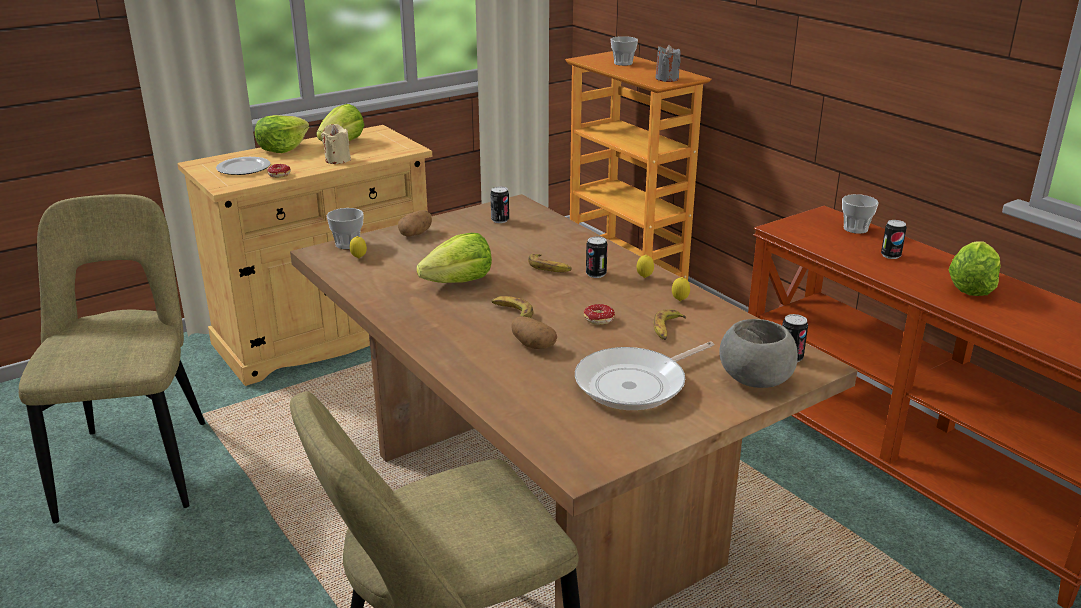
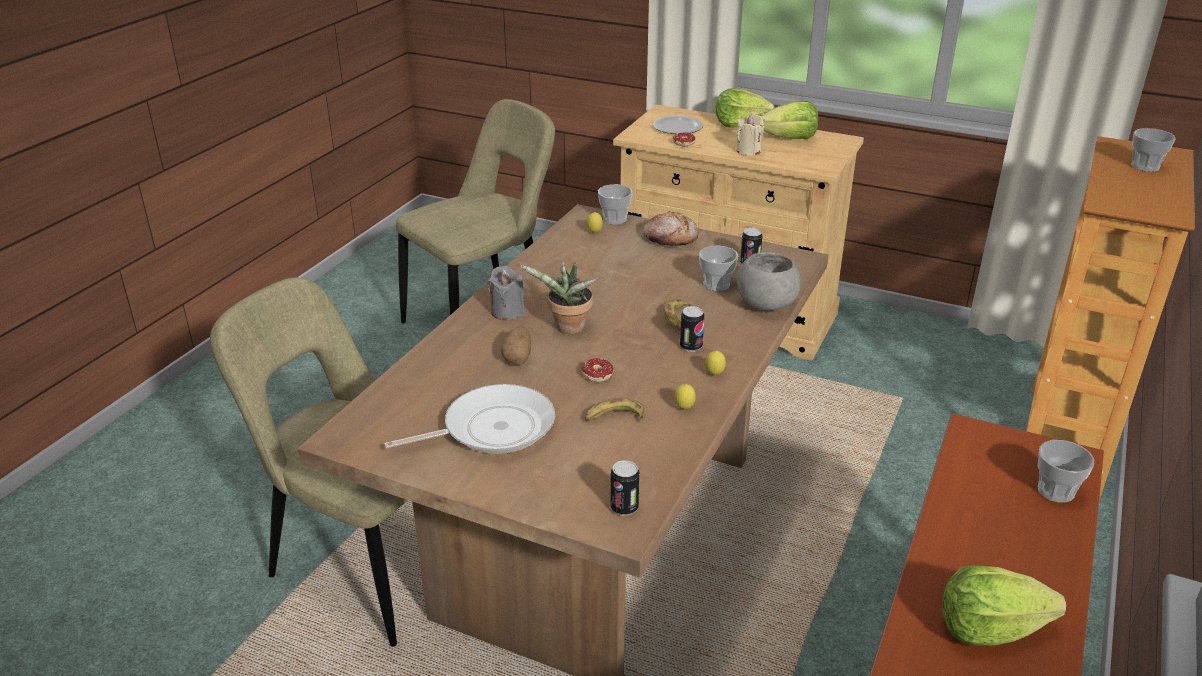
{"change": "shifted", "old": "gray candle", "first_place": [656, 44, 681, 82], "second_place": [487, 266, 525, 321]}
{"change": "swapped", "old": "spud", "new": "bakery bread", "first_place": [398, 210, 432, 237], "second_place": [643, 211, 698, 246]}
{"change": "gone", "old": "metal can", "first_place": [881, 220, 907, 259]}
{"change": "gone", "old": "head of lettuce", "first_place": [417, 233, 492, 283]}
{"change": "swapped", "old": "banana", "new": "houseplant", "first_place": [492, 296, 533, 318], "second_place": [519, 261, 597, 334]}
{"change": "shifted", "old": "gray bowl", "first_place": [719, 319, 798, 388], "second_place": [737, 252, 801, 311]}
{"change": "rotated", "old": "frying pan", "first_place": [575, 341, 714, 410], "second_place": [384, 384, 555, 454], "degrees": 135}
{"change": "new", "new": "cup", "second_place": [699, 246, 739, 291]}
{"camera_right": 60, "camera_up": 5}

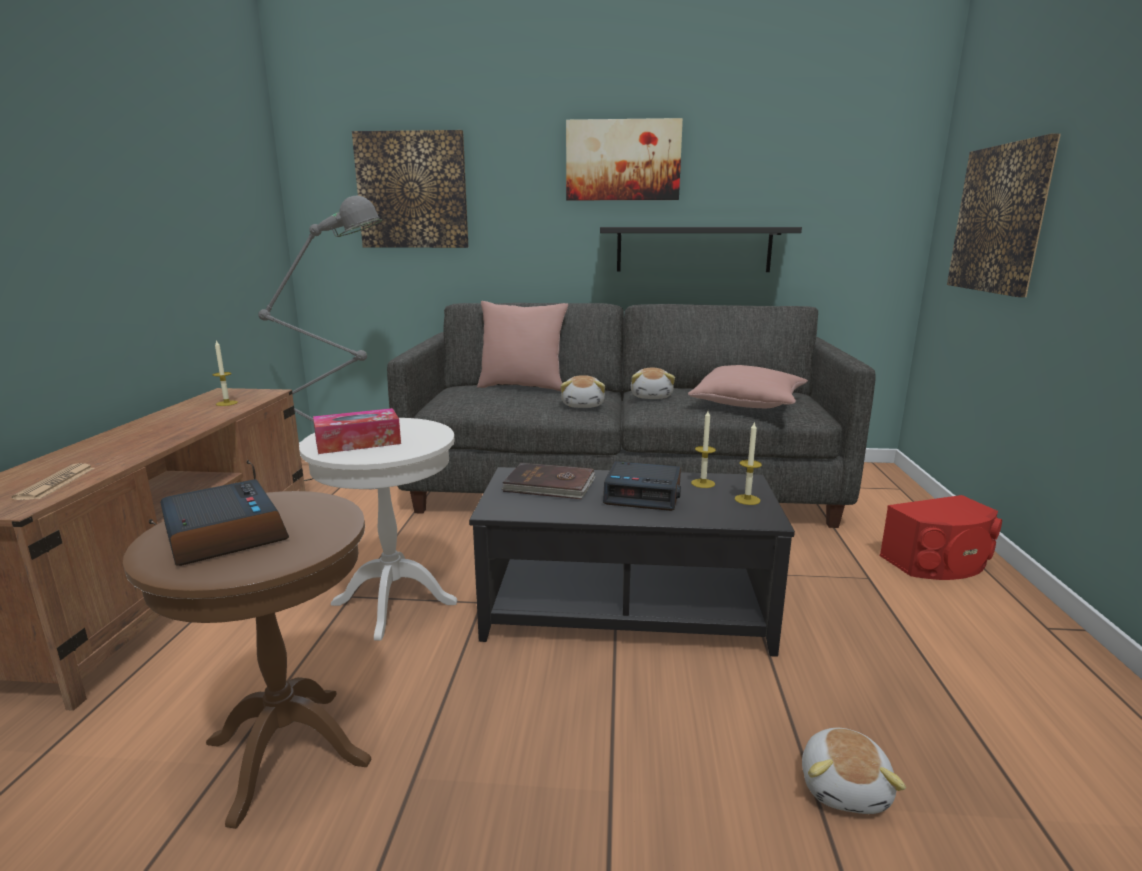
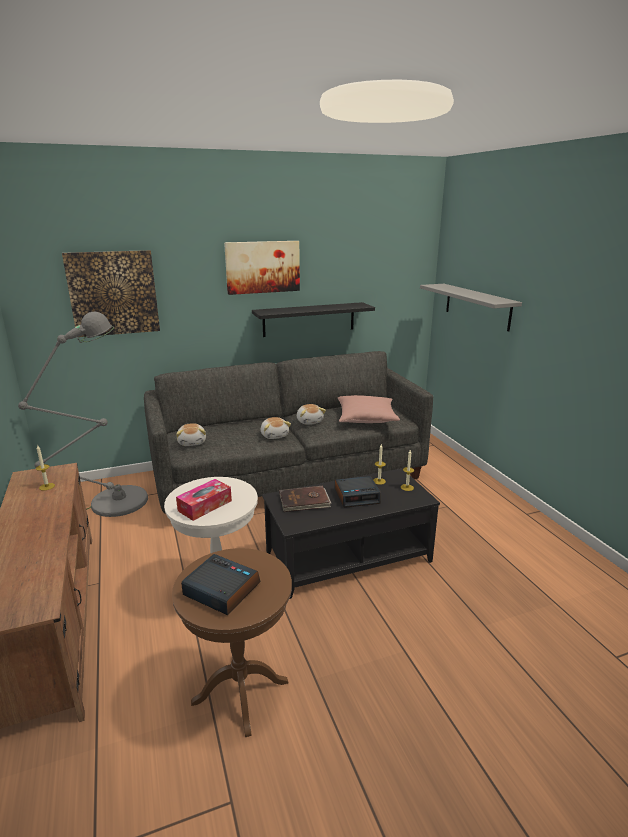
{"change": "swapped", "old": "wall art", "new": "gray wall shelf", "first_place": [947, 133, 1061, 297], "second_place": [420, 284, 522, 332]}
{"change": "gone", "old": "pink-coloured throw pillow", "first_place": [477, 301, 568, 391]}
{"change": "gone", "old": "newspaper", "first_place": [11, 463, 95, 500]}
{"change": "gone", "old": "red loudspeaker", "first_place": [880, 495, 1002, 580]}
{"change": "shifted", "old": "soft toy", "first_place": [802, 728, 906, 814], "second_place": [176, 423, 206, 446]}
{"camera_right": -25, "camera_up": 5}

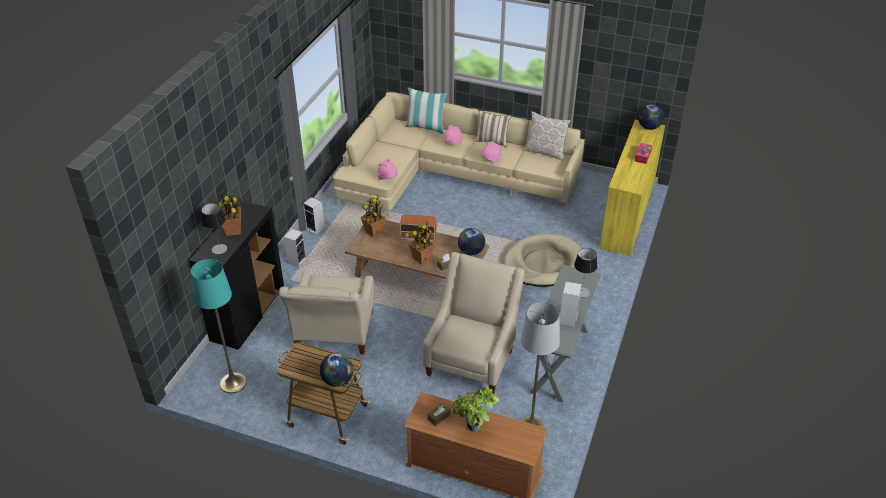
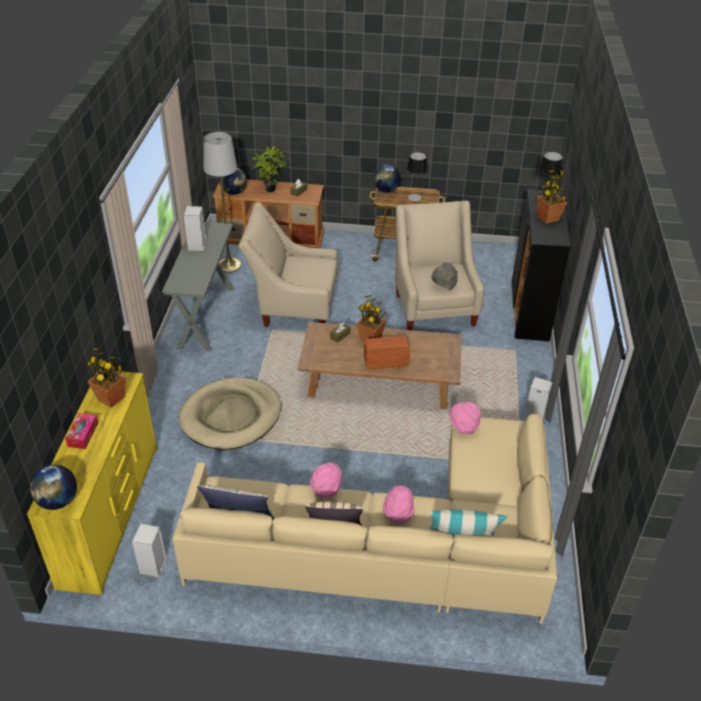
{"change": "shifted", "old": "houseplant", "first_place": [361, 195, 386, 238], "second_place": [87, 348, 126, 408]}
{"change": "shifted", "old": "globe", "first_place": [458, 228, 485, 255], "second_place": [220, 168, 247, 195]}
{"change": "shifted", "old": "loudspeaker", "first_place": [284, 229, 306, 267], "second_place": [132, 524, 167, 577]}
{"change": "shifted", "old": "table lamp", "first_place": [574, 248, 597, 298], "second_place": [407, 152, 428, 201]}
{"change": "rotated", "old": "sand-coloured armchair", "first_place": [423, 252, 525, 394], "second_place": [238, 202, 338, 327], "degrees": 90}
{"change": "gone", "old": "turquoise-coloured standard lamp", "first_place": [191, 259, 247, 394]}
{"change": "new", "new": "gray wearable hat", "second_place": [432, 263, 457, 290]}
{"camera_right": 165, "camera_up": 0}

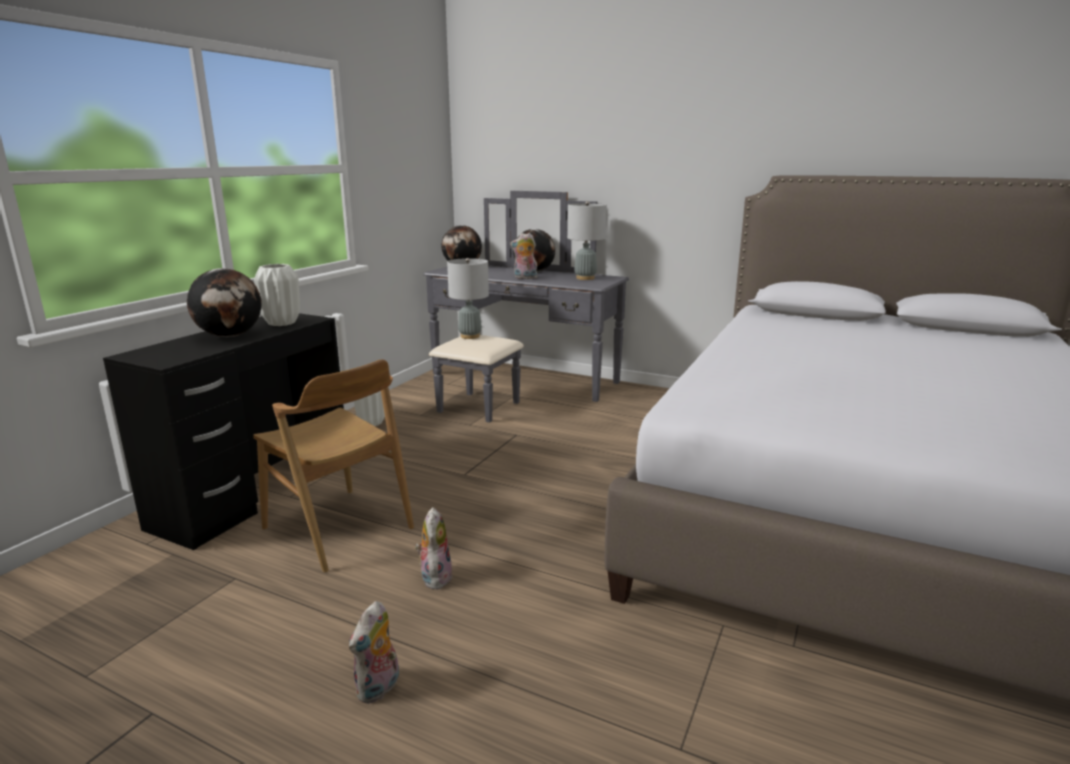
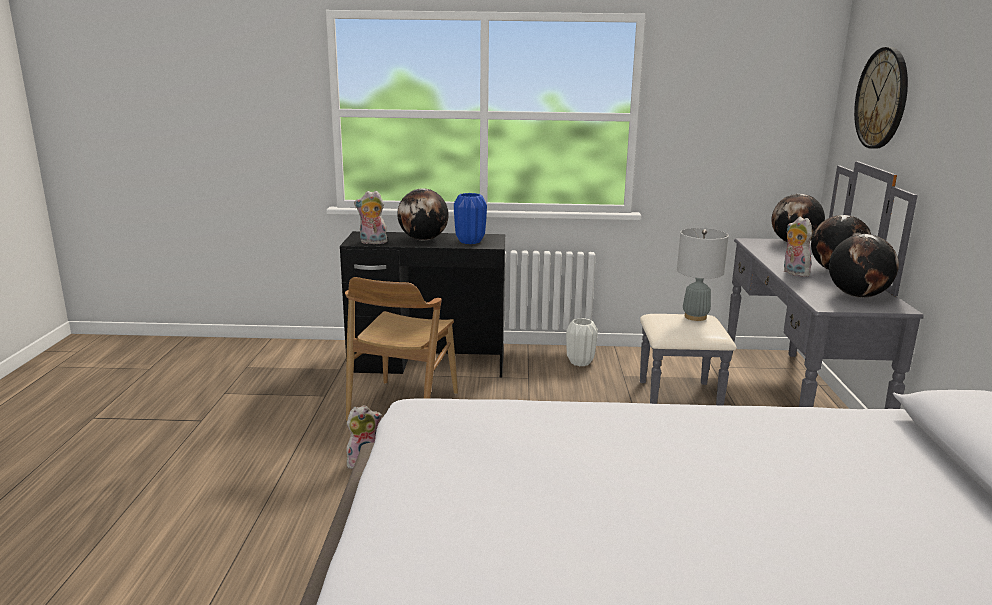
{"change": "swapped", "old": "gray table lamp", "new": "globe", "first_place": [567, 201, 607, 280], "second_place": [829, 234, 899, 298]}
{"change": "repainted", "old": "white-coloured vase", "new": "blue vase", "first_place": [254, 264, 300, 326], "second_place": [454, 193, 487, 244]}
{"change": "shifted", "old": "soft toy", "first_place": [349, 601, 399, 704], "second_place": [354, 191, 387, 244]}
{"change": "new", "new": "clock on the wall", "second_place": [854, 47, 908, 149]}
{"camera_right": 65, "camera_up": 0}

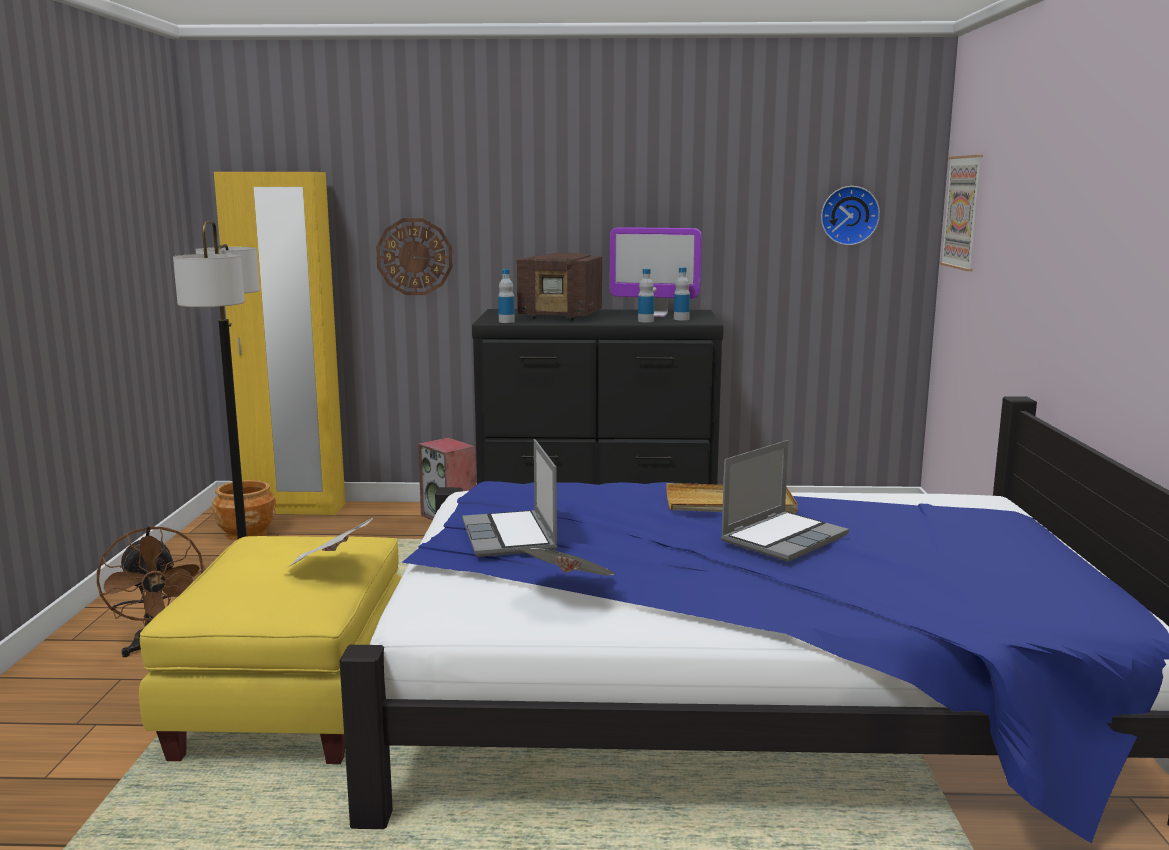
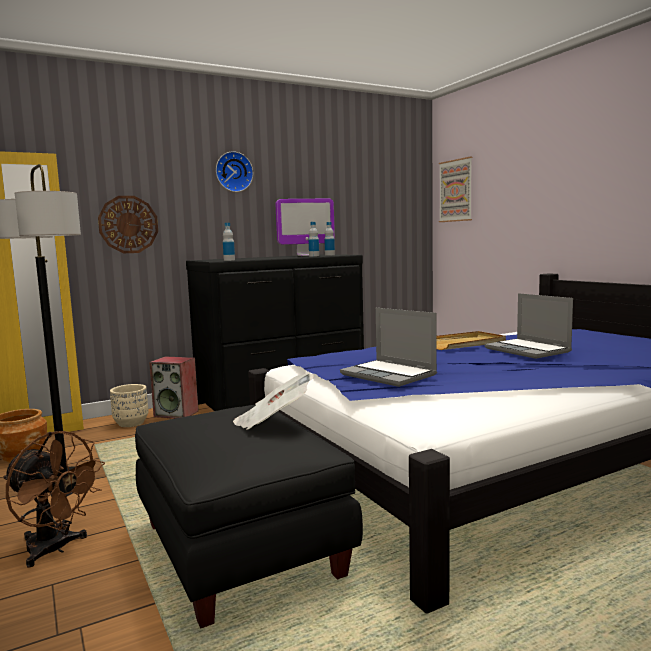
{"change": "shifted", "old": "clock on the wall", "first_place": [821, 186, 880, 245], "second_place": [216, 151, 253, 192]}
{"change": "gone", "old": "radio receiver", "first_place": [517, 253, 602, 320]}
{"change": "rotated", "old": "laptop", "first_place": [721, 440, 849, 562], "second_place": [484, 293, 573, 359], "degrees": 135}
{"change": "repainted", "old": "yellow-coloured footrest", "new": "blackish footrest", "first_place": [139, 536, 401, 764], "second_place": [135, 405, 363, 628]}
{"change": "gone", "old": "newspaper", "first_place": [512, 548, 616, 576]}
{"change": "new", "new": "sand-coloured plant pot", "second_place": [110, 384, 149, 427]}
{"camera_right": -30, "camera_up": -5}

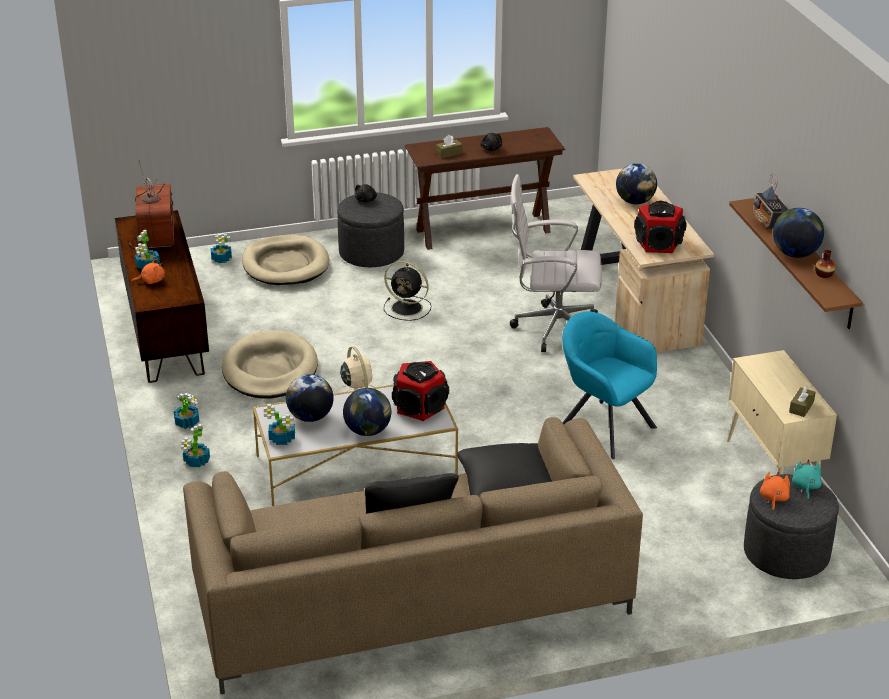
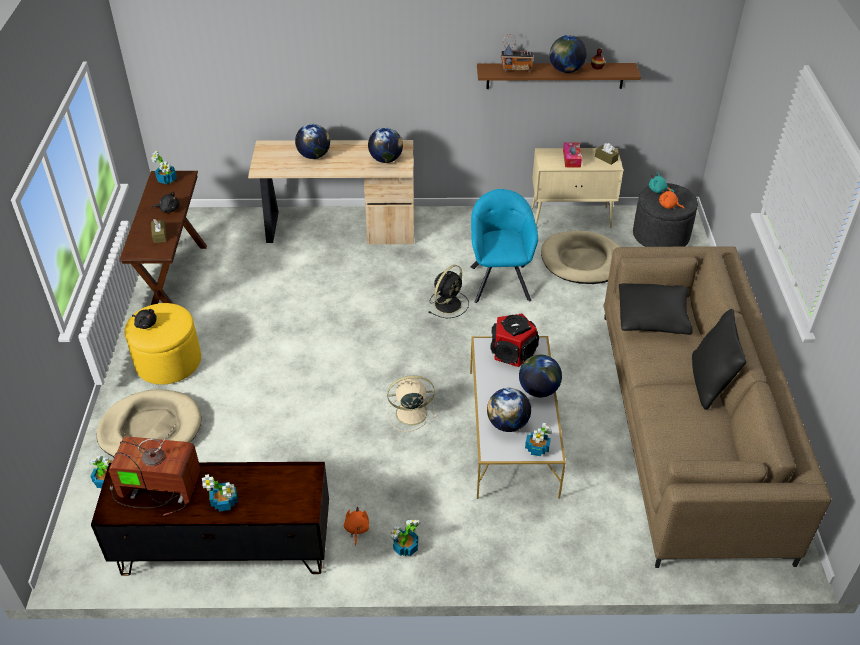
{"change": "gone", "old": "white-coloured office chair", "first_place": [510, 174, 602, 352]}
{"change": "repainted", "old": "gray footrest", "new": "yellow-coloured footrest", "first_place": [337, 193, 404, 267], "second_place": [125, 303, 201, 384]}
{"change": "swapped", "old": "loudspeaker", "new": "globe", "first_place": [634, 200, 687, 253], "second_place": [368, 127, 403, 163]}
{"change": "shifted", "old": "orangey soft toy", "first_place": [132, 259, 165, 284], "second_place": [344, 506, 369, 546]}
{"change": "shifted", "old": "blackish electric fan", "first_place": [384, 261, 431, 321], "second_place": [429, 265, 469, 319]}
{"change": "rotated", "old": "turquoise-coloured armchair", "first_place": [562, 311, 657, 459], "second_place": [471, 189, 538, 303], "degrees": 120}
{"change": "shifted", "old": "sand-coloured pet bed", "first_place": [222, 330, 318, 398], "second_place": [541, 231, 620, 284]}
{"change": "shifted", "old": "houseplant", "first_place": [181, 424, 210, 467], "second_place": [151, 151, 177, 184]}
{"change": "new", "new": "tissue holder", "second_place": [563, 142, 582, 168]}
{"camera_right": -75, "camera_up": 10}

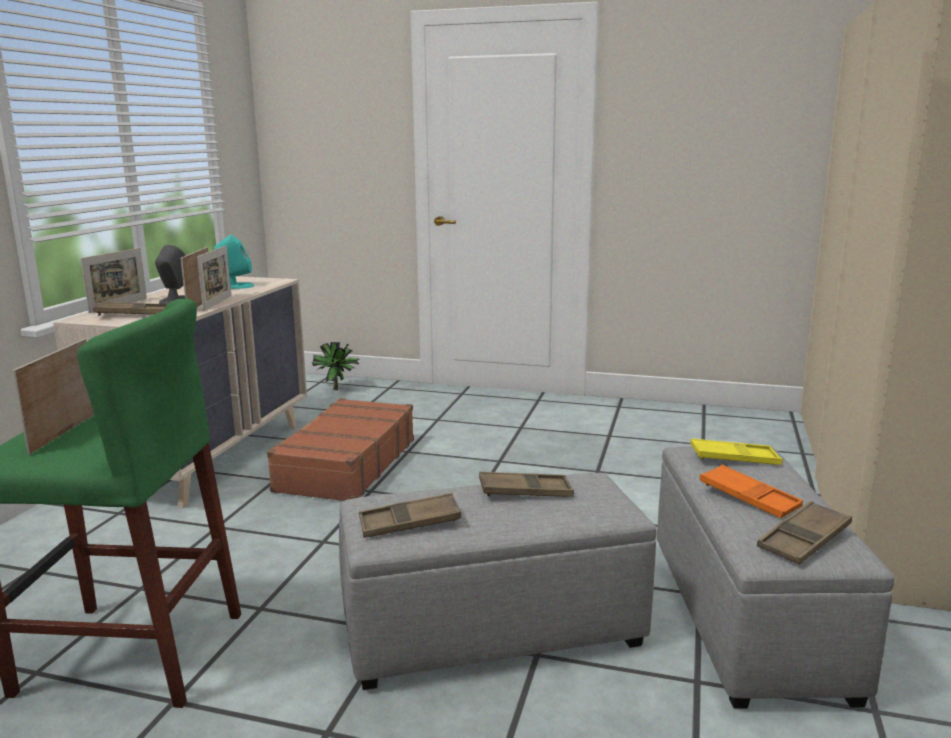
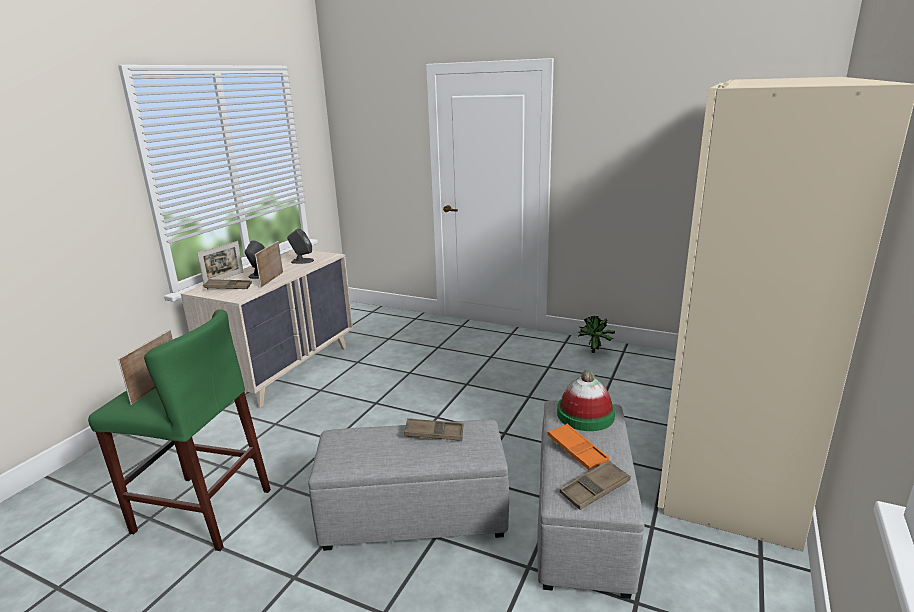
{"change": "repainted", "old": "turquoise-coloured loudspeaker", "new": "gray loudspeaker", "first_place": [214, 235, 254, 289], "second_place": [287, 228, 314, 264]}
{"change": "gone", "old": "picture frame", "first_place": [197, 246, 231, 311]}
{"change": "shifted", "old": "houseplant", "first_place": [312, 342, 359, 390], "second_place": [578, 316, 615, 353]}
{"change": "gone", "old": "brownish piece of luggage", "first_place": [267, 398, 414, 501]}
{"change": "swapped", "old": "yellow-coloured tray", "new": "wearable hat", "first_place": [691, 438, 783, 465], "second_place": [557, 370, 615, 431]}
{"change": "gone", "old": "brownish tray", "first_place": [359, 493, 461, 538]}
{"camera_right": 10, "camera_up": 5}

